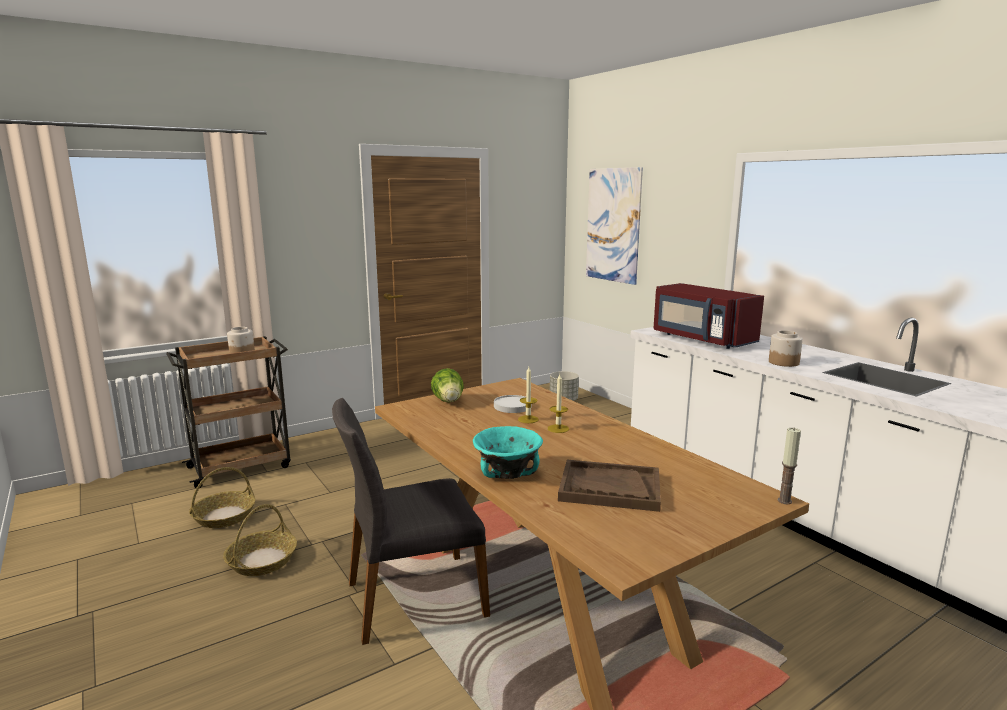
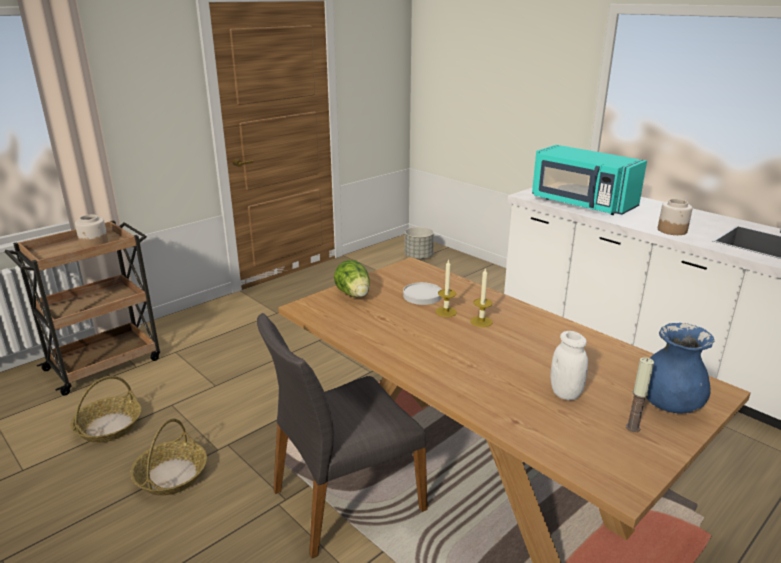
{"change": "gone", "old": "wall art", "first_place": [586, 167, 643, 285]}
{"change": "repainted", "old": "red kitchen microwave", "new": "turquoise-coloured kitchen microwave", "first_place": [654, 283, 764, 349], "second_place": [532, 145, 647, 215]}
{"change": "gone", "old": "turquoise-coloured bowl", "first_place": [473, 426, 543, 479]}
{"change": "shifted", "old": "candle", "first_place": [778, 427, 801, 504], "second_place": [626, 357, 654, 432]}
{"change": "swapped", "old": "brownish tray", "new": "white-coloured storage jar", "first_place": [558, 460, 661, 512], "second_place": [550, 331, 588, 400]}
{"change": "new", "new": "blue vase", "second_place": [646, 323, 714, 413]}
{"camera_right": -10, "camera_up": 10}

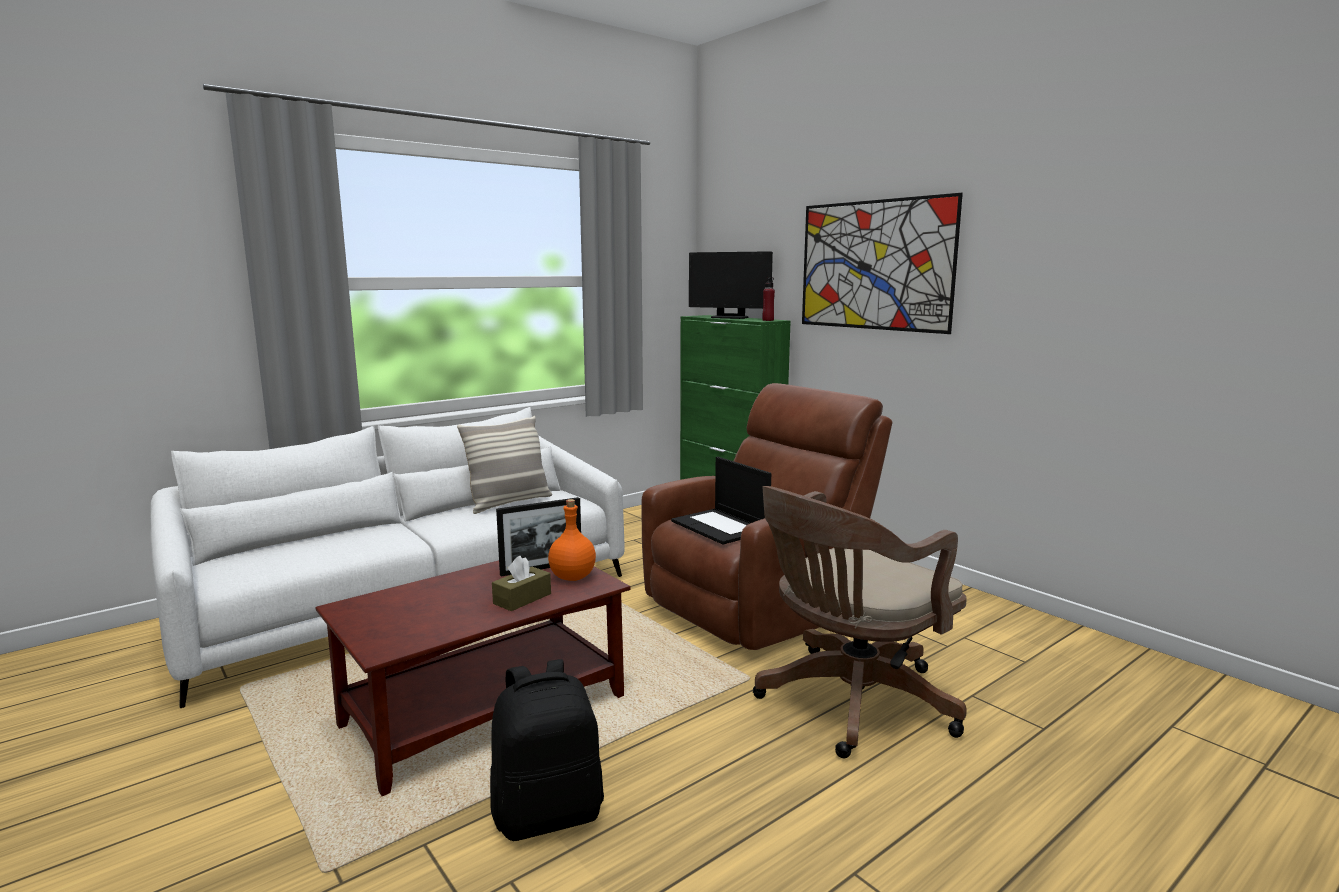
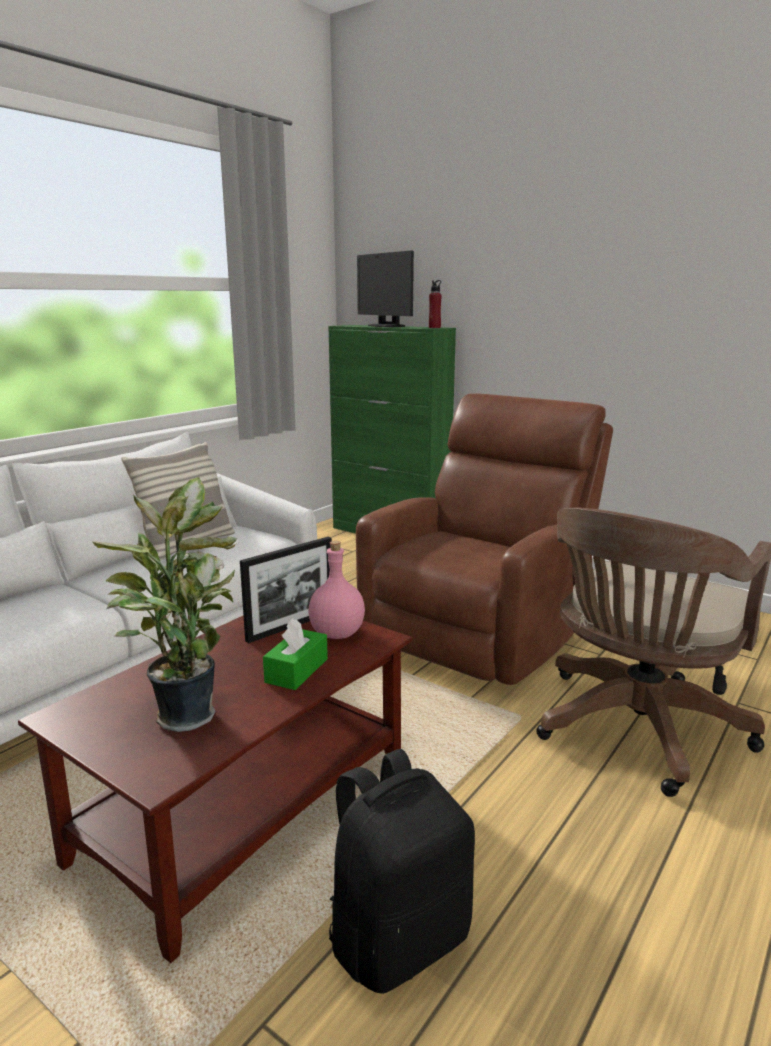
{"change": "gone", "old": "wall art", "first_place": [802, 193, 963, 334]}
{"change": "rotated", "old": "monitor", "first_place": [689, 251, 773, 319], "second_place": [357, 251, 414, 327], "degrees": 45}
{"change": "gone", "old": "laptop", "first_place": [671, 457, 771, 544]}
{"change": "repainted", "old": "orangey drink bottle", "new": "pink-coloured drink bottle", "first_place": [548, 499, 596, 581], "second_place": [308, 541, 365, 639]}
{"change": "repainted", "old": "brownish tissue holder", "new": "green-coloured tissue holder", "first_place": [492, 556, 551, 611], "second_place": [263, 619, 328, 690]}
{"change": "new", "new": "houseplant", "second_place": [92, 477, 237, 732]}
{"camera_right": -15, "camera_up": 5}

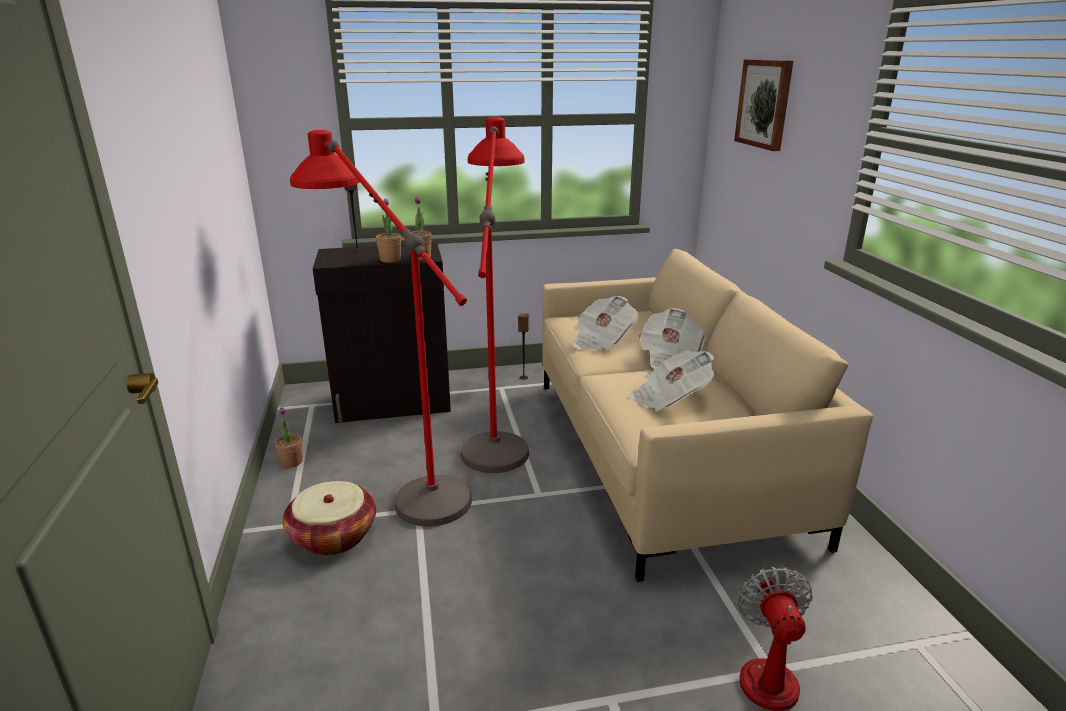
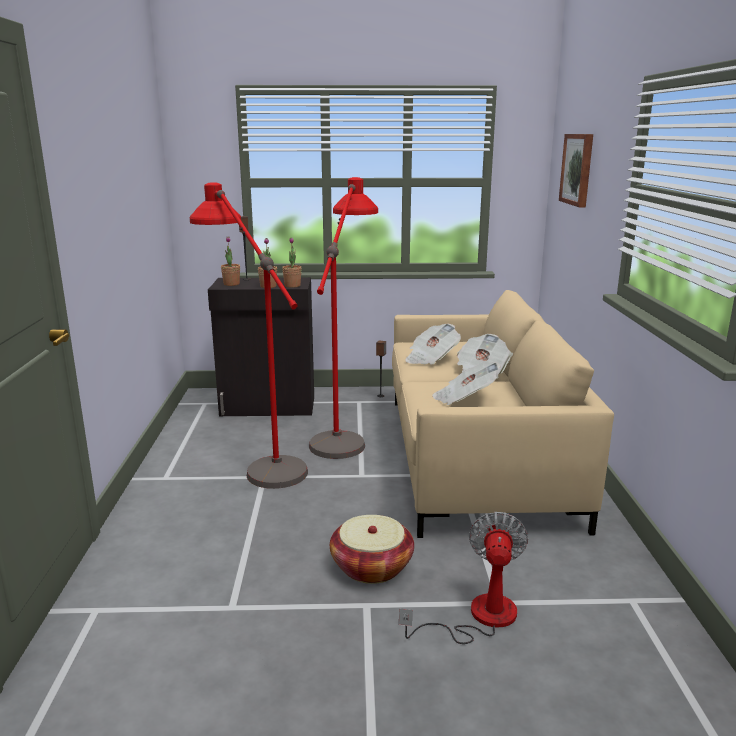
{"change": "shifted", "old": "houseplant", "first_place": [275, 407, 303, 468], "second_place": [221, 237, 240, 286]}
{"change": "shifted", "old": "household basket", "first_place": [283, 481, 376, 556], "second_place": [330, 515, 414, 584]}
{"camera_right": 10, "camera_up": -5}

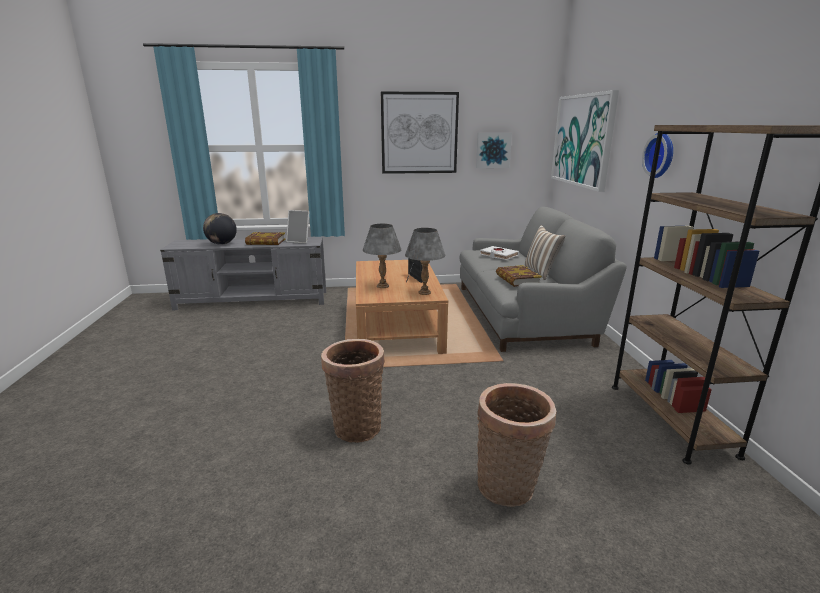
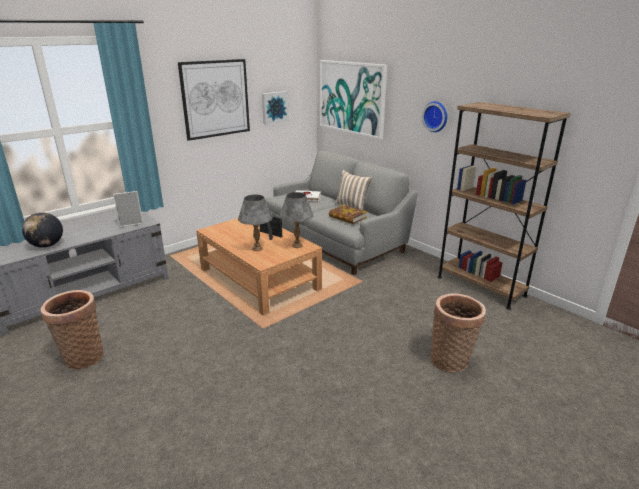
{"change": "gone", "old": "book", "first_place": [245, 232, 286, 245]}
{"change": "shifted", "old": "household basket", "first_place": [321, 339, 385, 443], "second_place": [40, 290, 104, 369]}
{"camera_right": -35, "camera_up": 5}

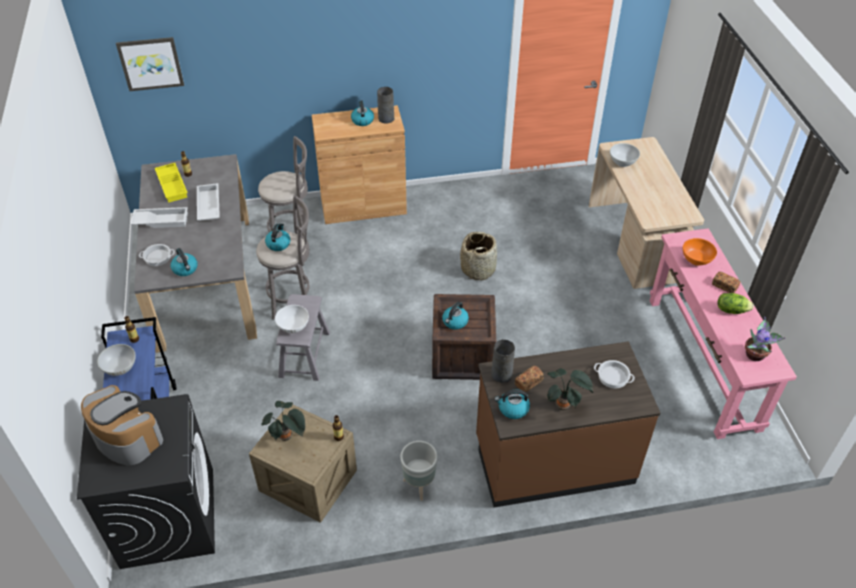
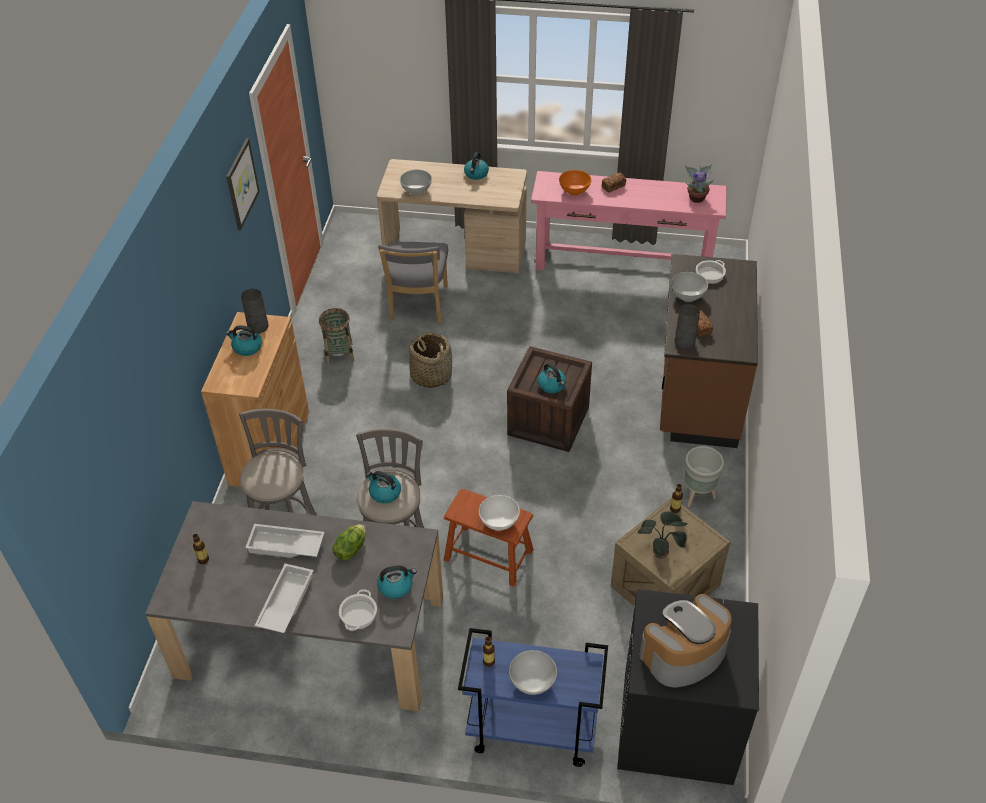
{"change": "shifted", "old": "wall art", "first_place": [116, 37, 184, 91], "second_place": [226, 138, 260, 230]}
{"change": "gone", "old": "yellow-coloured tray", "first_place": [155, 163, 188, 203]}
{"change": "shifted", "old": "head of lettuce", "first_place": [717, 293, 754, 314], "second_place": [332, 524, 366, 560]}
{"change": "repainted", "old": "gray stool seat", "new": "brownish stool seat", "first_place": [276, 294, 330, 381], "second_place": [444, 489, 534, 587]}
{"change": "gone", "old": "houseplant", "first_place": [547, 368, 594, 410]}
{"change": "shifted", "old": "tea kettle", "first_place": [495, 390, 530, 419], "second_place": [464, 152, 489, 180]}
{"change": "new", "new": "gray plain chair", "second_place": [378, 241, 448, 322]}
{"change": "new", "new": "white-coloured bowl", "second_place": [671, 272, 708, 302]}
{"change": "new", "new": "household basket", "second_place": [319, 308, 355, 365]}
{"camera_right": -70, "camera_up": 0}

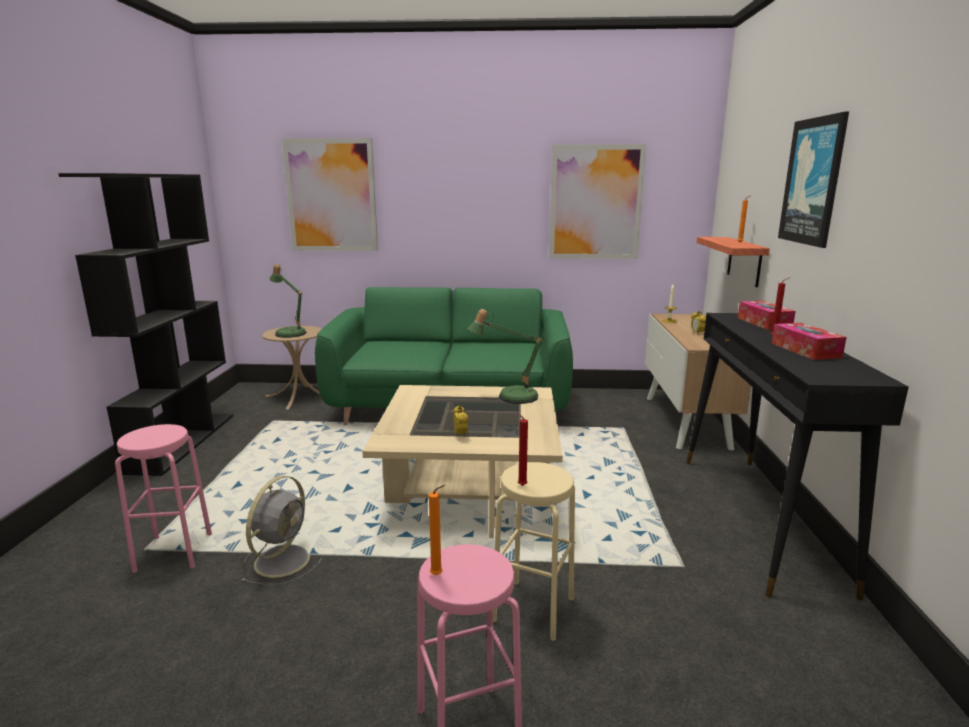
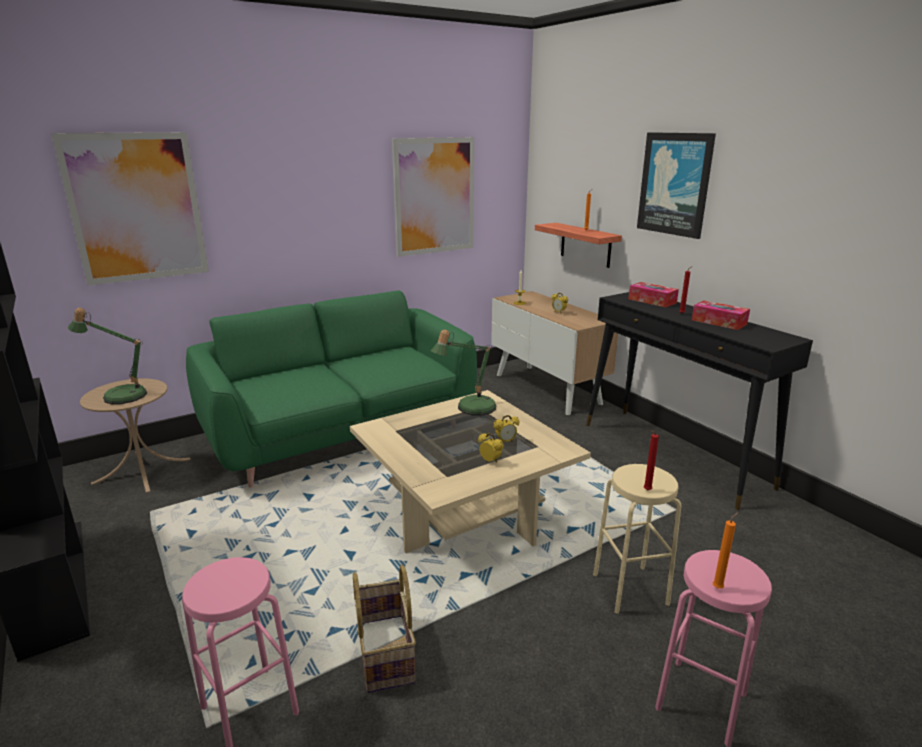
{"change": "swapped", "old": "gray electric fan", "new": "household basket", "first_place": [240, 476, 324, 585], "second_place": [353, 565, 416, 693]}
{"change": "new", "new": "alarm clock", "second_place": [493, 415, 519, 442]}
{"camera_right": -35, "camera_up": 5}

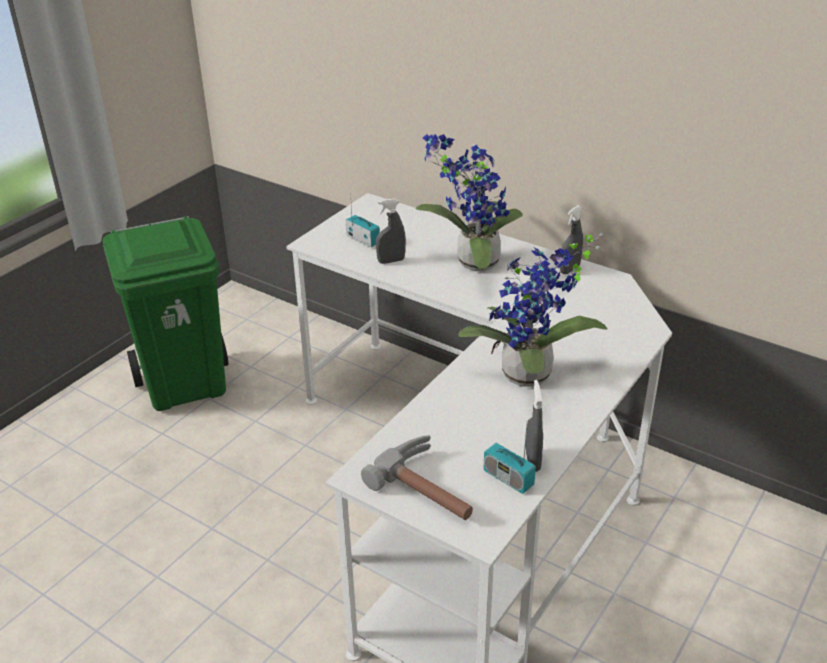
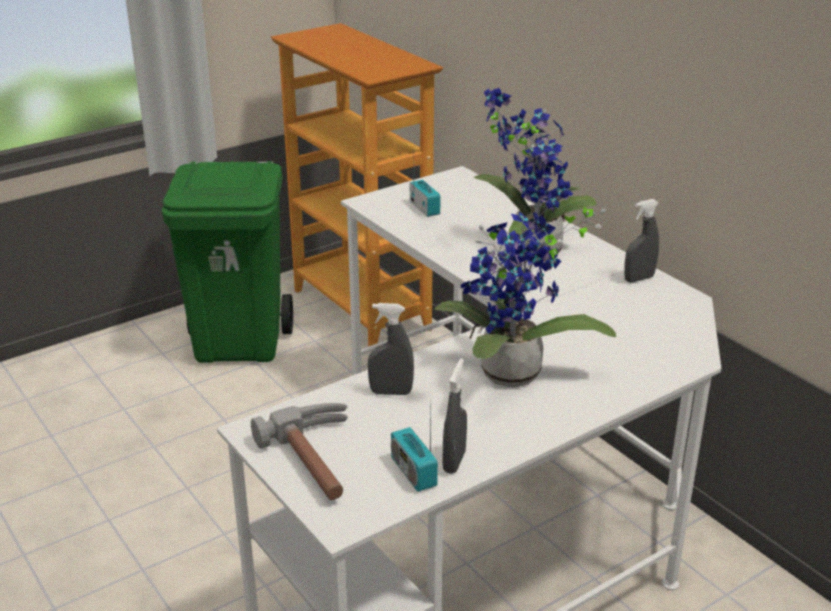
{"change": "shifted", "old": "gray sprayer", "first_place": [376, 199, 406, 264], "second_place": [368, 303, 414, 395]}
{"change": "new", "new": "shelving unit", "second_place": [271, 23, 443, 347]}
{"camera_right": 20, "camera_up": -5}

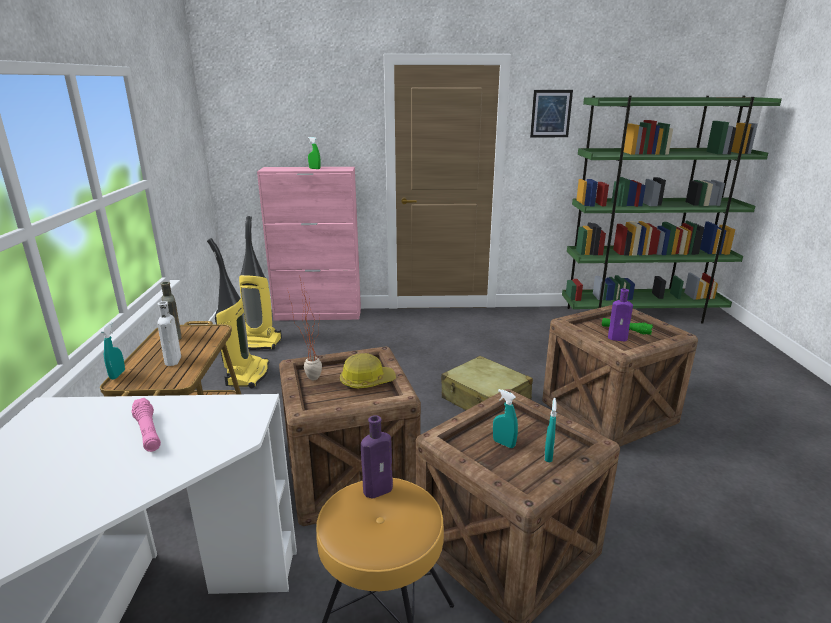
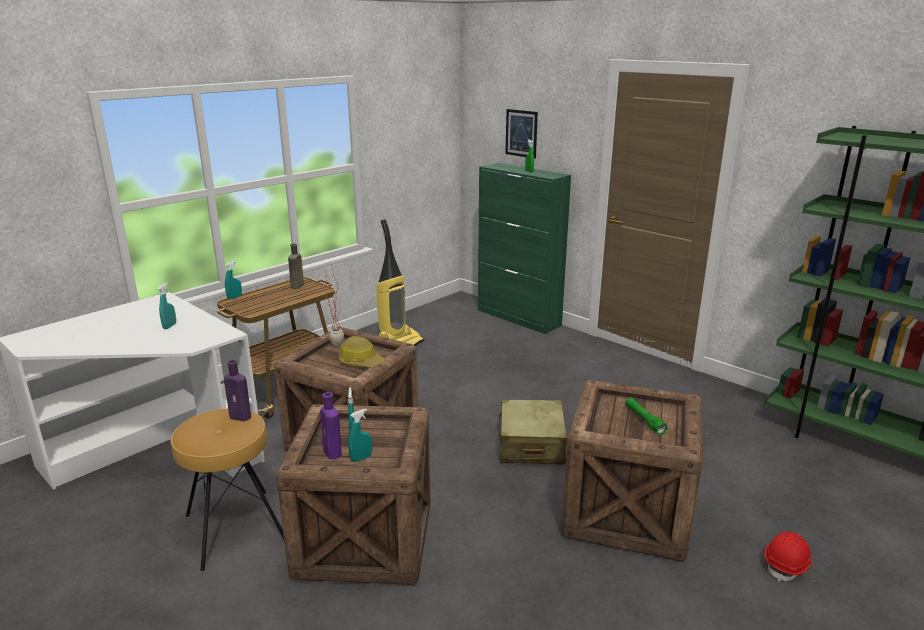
{"change": "shifted", "old": "wall art", "first_place": [530, 90, 573, 137], "second_place": [505, 109, 538, 159]}
{"change": "repainted", "old": "pink-coloured cabinet", "new": "green-coloured cabinet", "first_place": [257, 167, 361, 321], "second_place": [478, 163, 571, 334]}
{"change": "gone", "old": "vacuum cleaner", "first_place": [239, 216, 282, 350]}
{"change": "shifted", "old": "purple-coloured drink bottle", "first_place": [608, 289, 633, 341], "second_place": [320, 392, 342, 459]}
{"change": "gone", "old": "white-coloured drink bottle", "first_place": [157, 301, 181, 366]}
{"change": "swapped", "old": "pink-coloured flashlight", "new": "turquoise-coloured sprayer", "first_place": [131, 398, 161, 452], "second_place": [158, 283, 176, 329]}
{"change": "new", "new": "red safety helmet", "second_place": [765, 532, 813, 582]}
{"camera_right": 45, "camera_up": 0}

